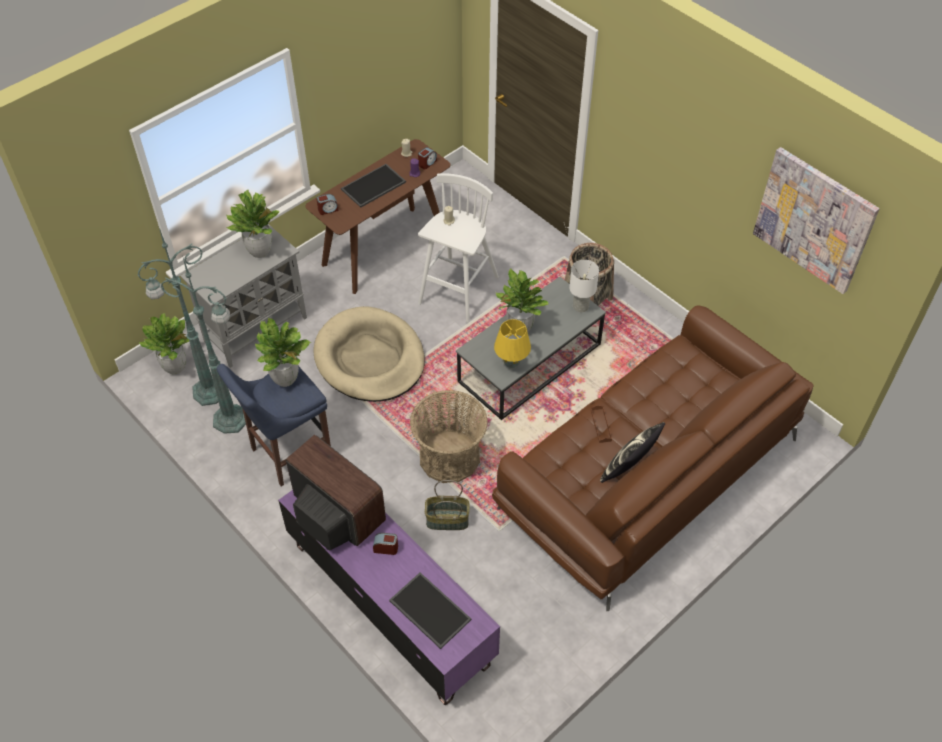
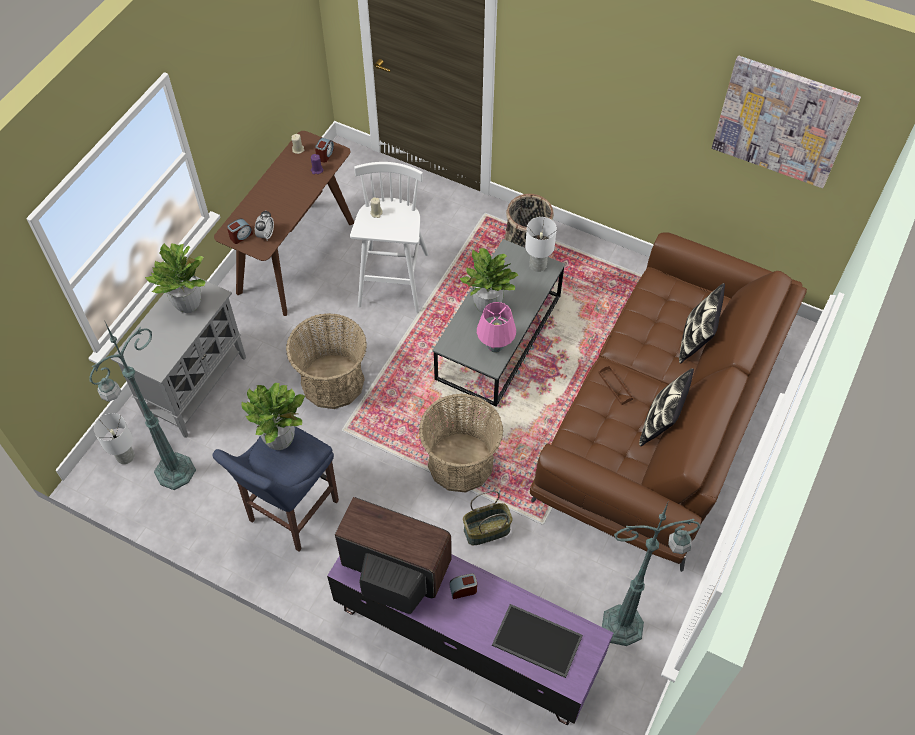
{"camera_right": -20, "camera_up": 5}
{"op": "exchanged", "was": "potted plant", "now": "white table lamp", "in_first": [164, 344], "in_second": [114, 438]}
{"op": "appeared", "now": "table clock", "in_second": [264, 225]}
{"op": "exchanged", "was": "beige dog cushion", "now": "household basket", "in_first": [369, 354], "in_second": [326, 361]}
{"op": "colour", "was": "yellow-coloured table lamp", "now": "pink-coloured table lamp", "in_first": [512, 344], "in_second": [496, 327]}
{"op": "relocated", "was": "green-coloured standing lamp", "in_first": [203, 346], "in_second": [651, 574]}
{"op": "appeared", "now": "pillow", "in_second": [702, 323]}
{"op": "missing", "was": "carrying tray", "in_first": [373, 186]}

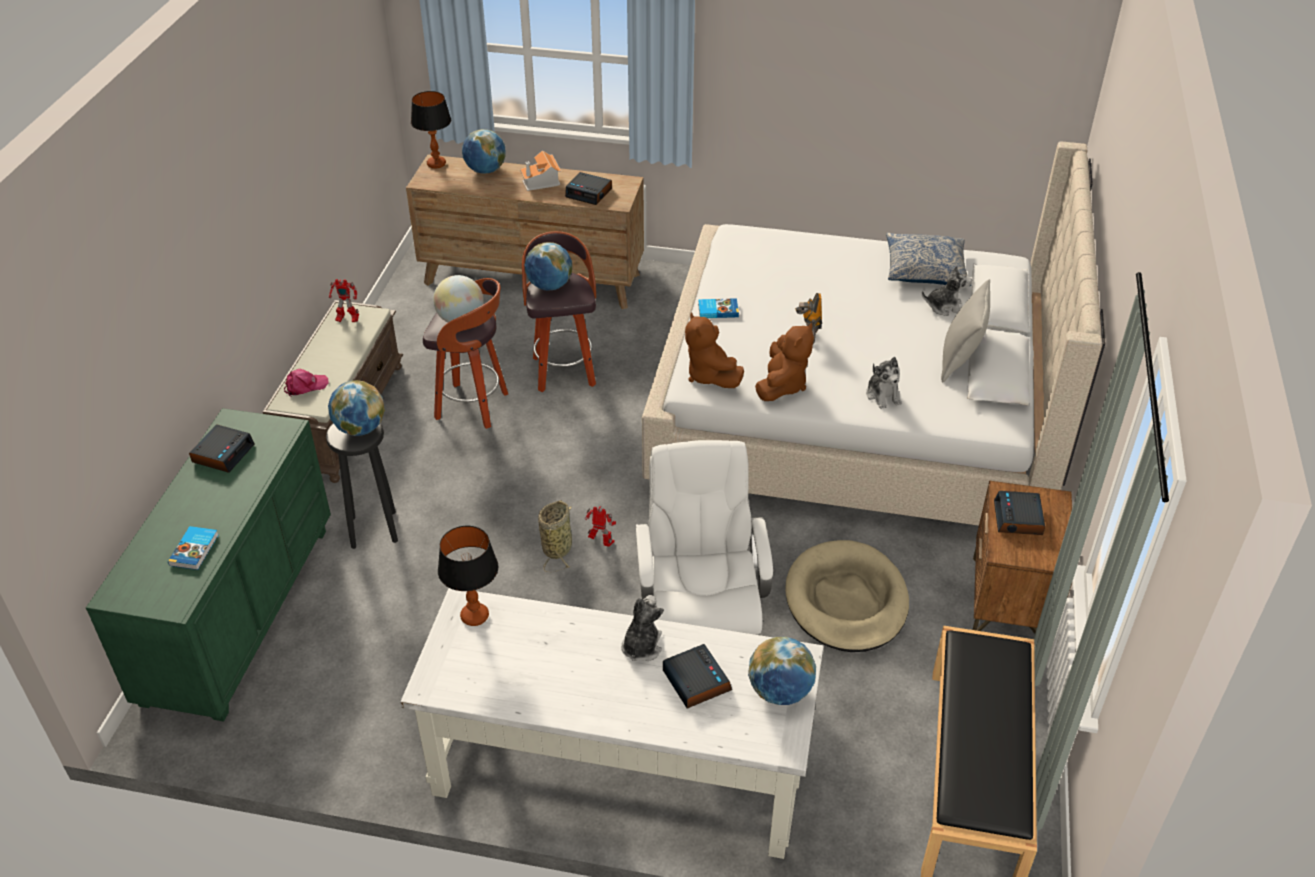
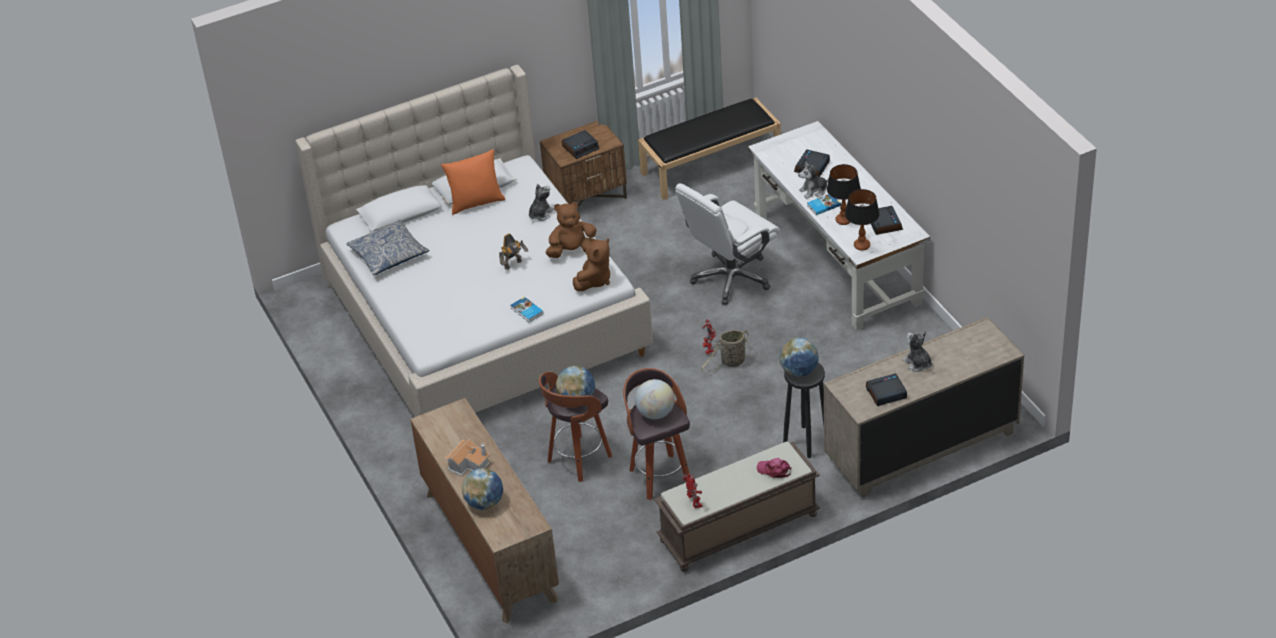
{"camera_right": -125, "camera_up": 0}
{"op": "colour", "was": "grey pillow", "now": "orange-coloured pillow", "in_first": [965, 330], "in_second": [473, 182]}
{"op": "relocated", "was": "book", "in_first": [193, 548], "in_second": [824, 204]}
{"op": "colour", "was": "green-coloured drawer chest", "now": "beige drawer chest", "in_first": [208, 565], "in_second": [924, 407]}
{"op": "relocated", "was": "table lamp", "in_first": [431, 129], "in_second": [844, 194]}
{"op": "relocated", "was": "table clock", "in_first": [588, 188], "in_second": [887, 220]}
{"op": "relocated", "was": "plush toy", "in_first": [947, 290], "in_second": [917, 351]}
{"op": "missing", "was": "world globe", "in_first": [782, 671]}
{"op": "missing", "was": "beige dog cushion", "in_first": [847, 596]}

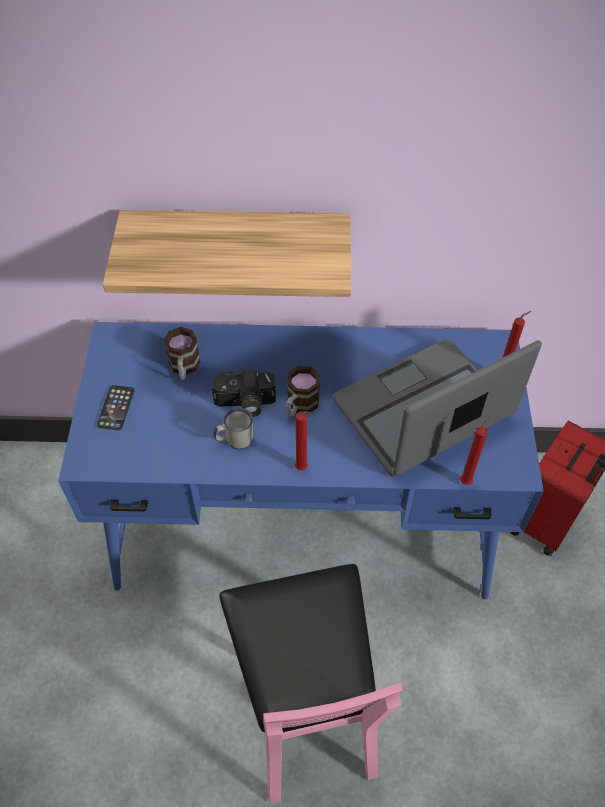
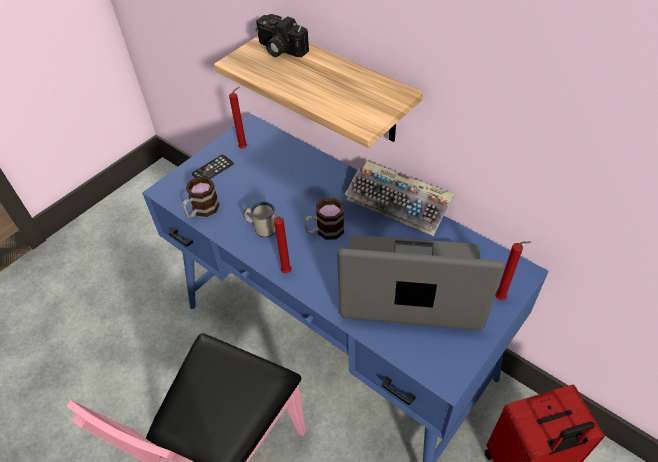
{"camera_right": 40, "camera_up": -5}
{"op": "relocated", "was": "coffee mug", "in_first": [182, 353], "in_second": [201, 197]}
{"op": "relocated", "was": "red-coloured wax candle", "in_first": [475, 451], "in_second": [238, 117]}
{"op": "relocated", "was": "photo camera", "in_first": [244, 393], "in_second": [282, 35]}
{"op": "appeared", "now": "keyboard", "in_second": [399, 198]}

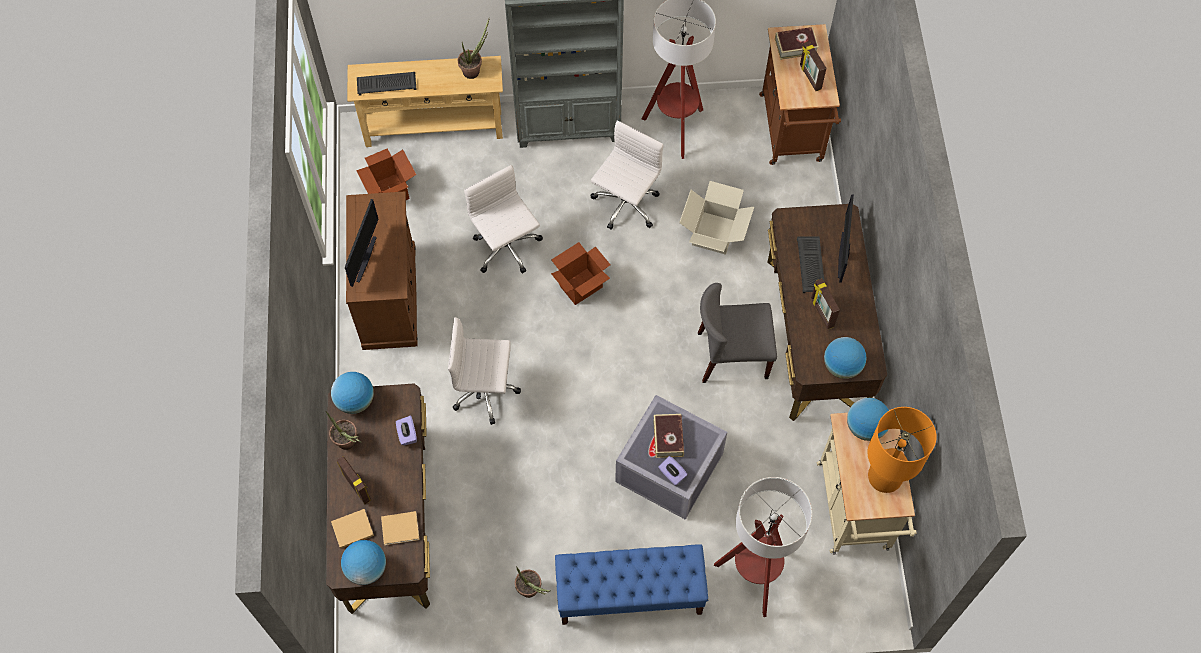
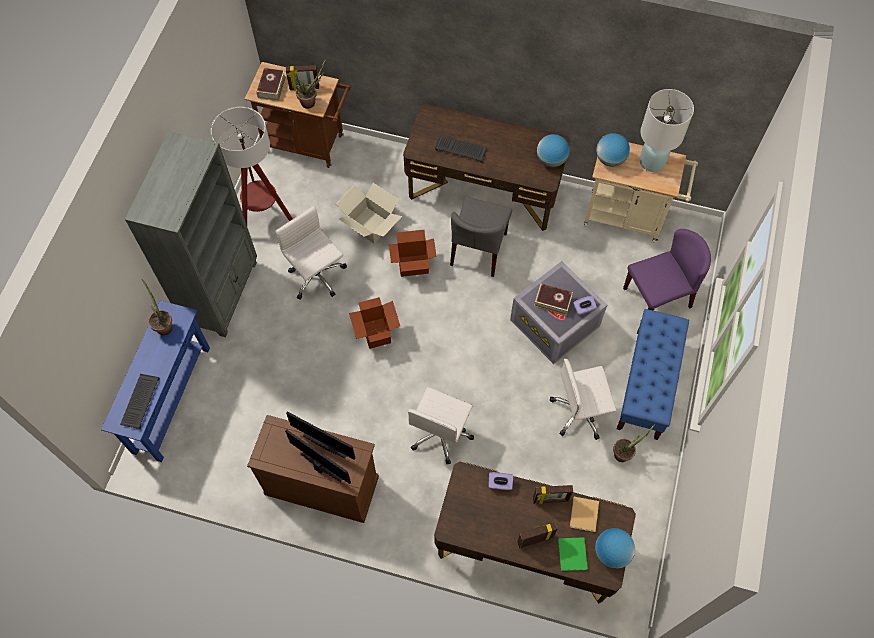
{"camera_right": -70, "camera_up": 0}
{"op": "colour", "was": "beige narrow table", "now": "bluish narrow table", "in_first": [425, 101], "in_second": [155, 381]}
{"op": "relocated", "was": "computer display", "in_first": [846, 238], "in_second": [320, 435]}
{"op": "relocated", "was": "potted plant", "in_first": [344, 430], "in_second": [310, 84]}
{"op": "relocated", "was": "packing box", "in_first": [386, 174], "in_second": [413, 253]}
{"op": "relocated", "was": "standing frame", "in_first": [825, 303], "in_second": [553, 494]}
{"op": "relocated", "was": "white computer chair", "in_first": [503, 219], "in_second": [583, 399]}
{"op": "colour", "was": "beige book", "now": "green-coloured book", "in_first": [352, 529], "in_second": [573, 554]}
{"op": "exchanged", "was": "standing lamp", "now": "purple-coloured upright chair", "in_first": [763, 547], "in_second": [667, 270]}
{"op": "colour", "was": "orange-coloured table lamp", "now": "white table lamp", "in_first": [902, 450], "in_second": [667, 130]}
{"op": "missing", "was": "world globe", "in_first": [352, 393]}

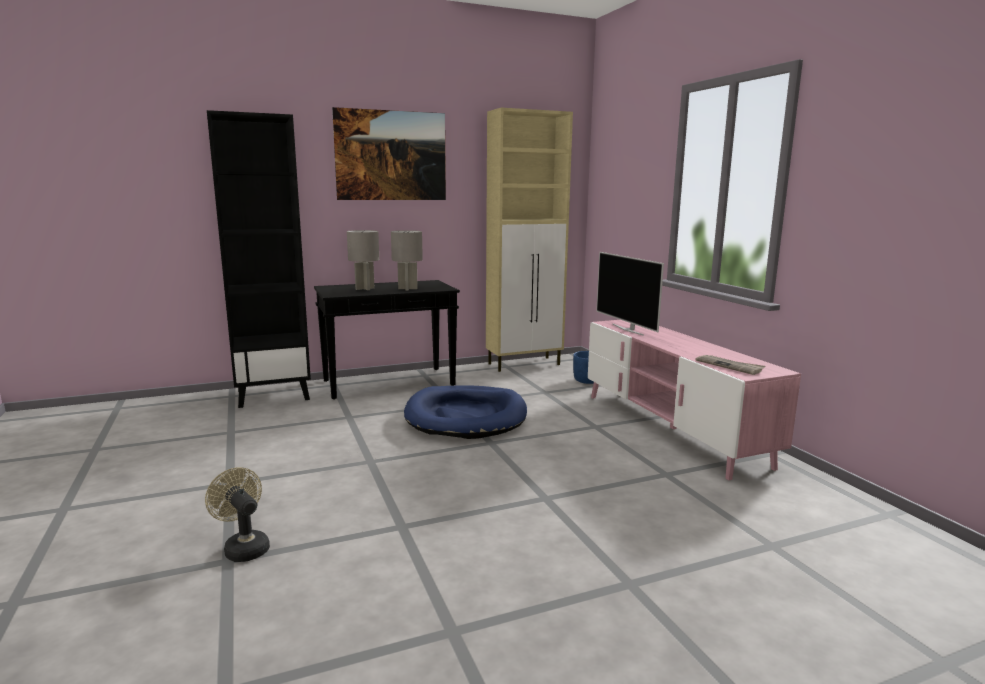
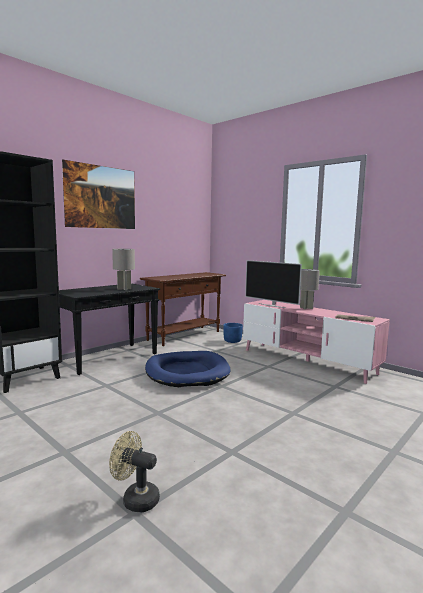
{"camera_right": -25, "camera_up": -5}
{"op": "exchanged", "was": "beige cabinet", "now": "brown-coloured narrow table", "in_first": [529, 240], "in_second": [183, 309]}
{"op": "relocated", "was": "grey table lamp", "in_first": [363, 260], "in_second": [310, 289]}

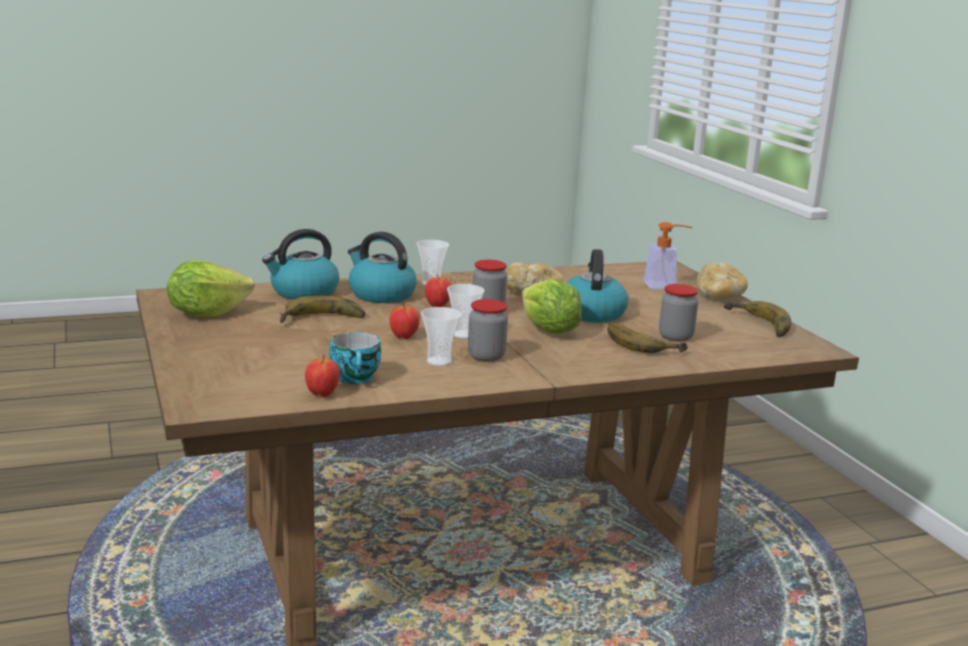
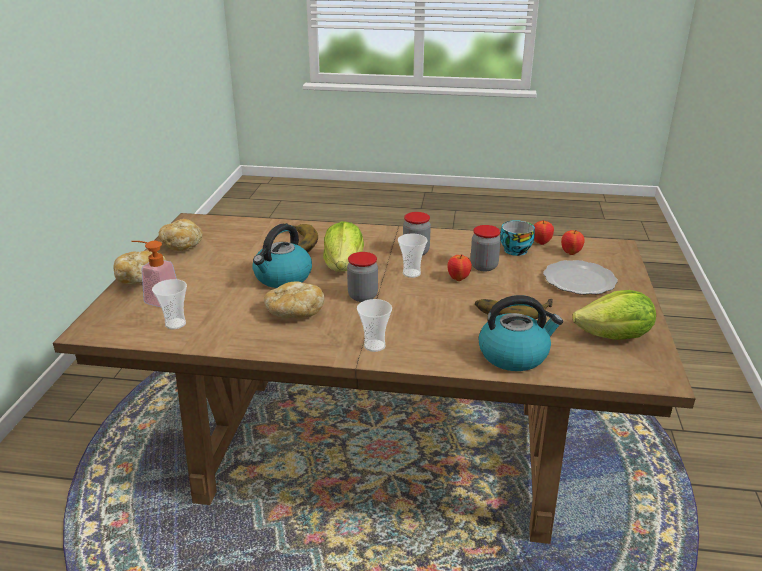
{"camera_right": -150, "camera_up": 10}
{"op": "relocated", "was": "small cup", "in_first": [441, 336], "in_second": [169, 304]}
{"op": "exchanged", "was": "whole banana", "now": "baked bread", "in_first": [757, 319], "in_second": [181, 235]}
{"op": "relocated", "was": "preserve jar", "in_first": [678, 313], "in_second": [486, 248]}
{"op": "appeared", "now": "flat dish", "in_second": [580, 277]}
{"op": "relocated", "was": "whole apple", "in_first": [438, 290], "in_second": [573, 242]}
{"op": "missing", "was": "tea kettle", "in_first": [382, 267]}

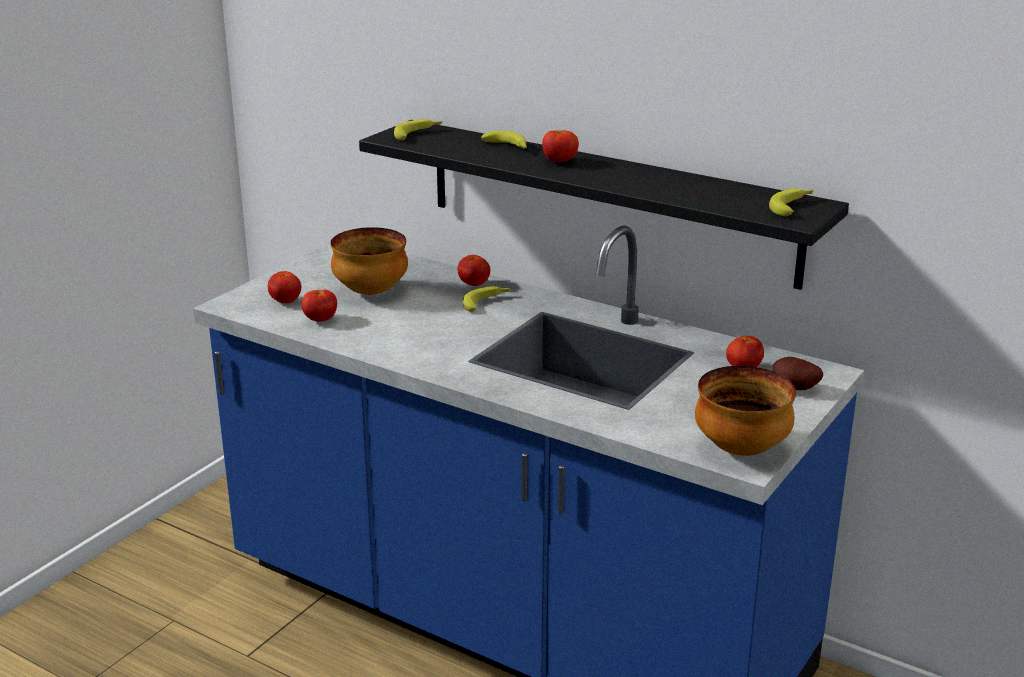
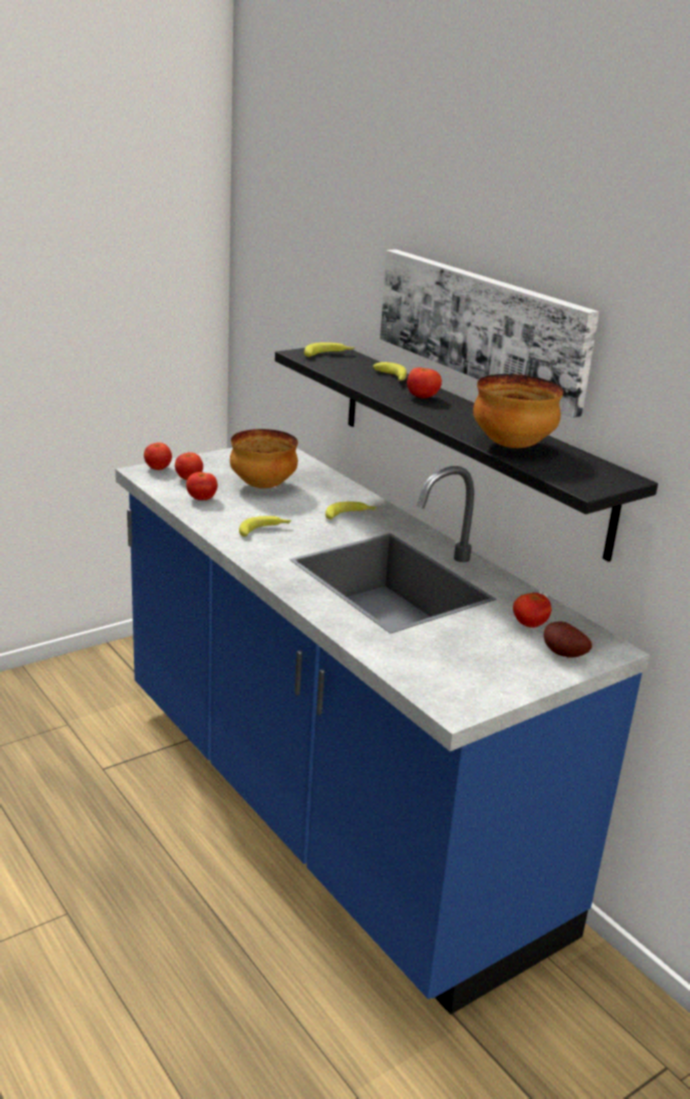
{"camera_right": 20, "camera_up": 0}
{"op": "relocated", "was": "whole tomato", "in_first": [474, 270], "in_second": [158, 456]}
{"op": "relocated", "was": "whole banana", "in_first": [791, 202], "in_second": [265, 526]}
{"op": "appeared", "now": "picture", "in_second": [489, 333]}
{"op": "relocated", "was": "serving bowl", "in_first": [745, 411], "in_second": [518, 411]}

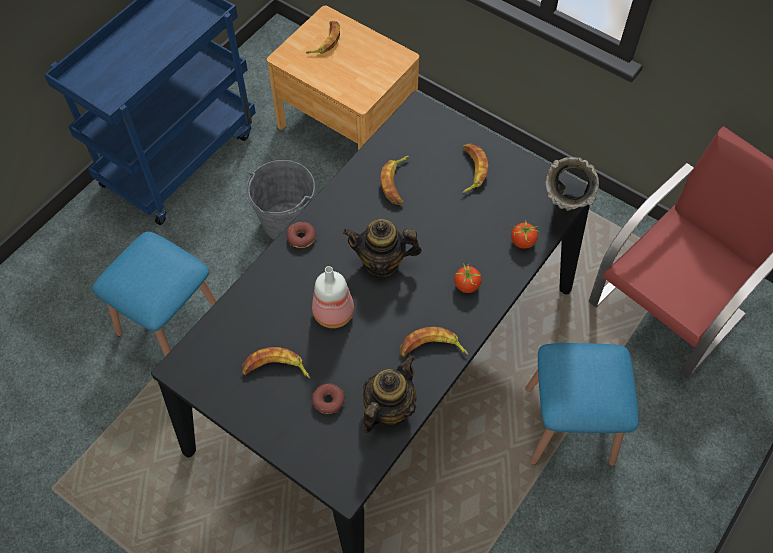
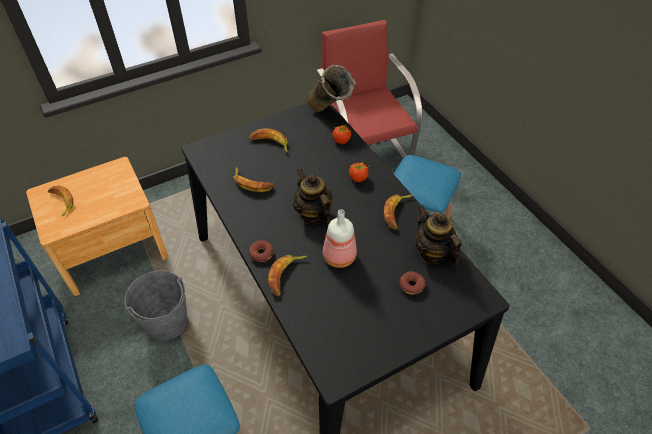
{"camera_right": -65, "camera_up": -10}
{"op": "relocated", "was": "whole banana", "in_first": [276, 363], "in_second": [287, 275]}
{"op": "spun", "was": "tea pot", "in_first": [382, 247], "in_second": [312, 196], "clockwise": 120}

